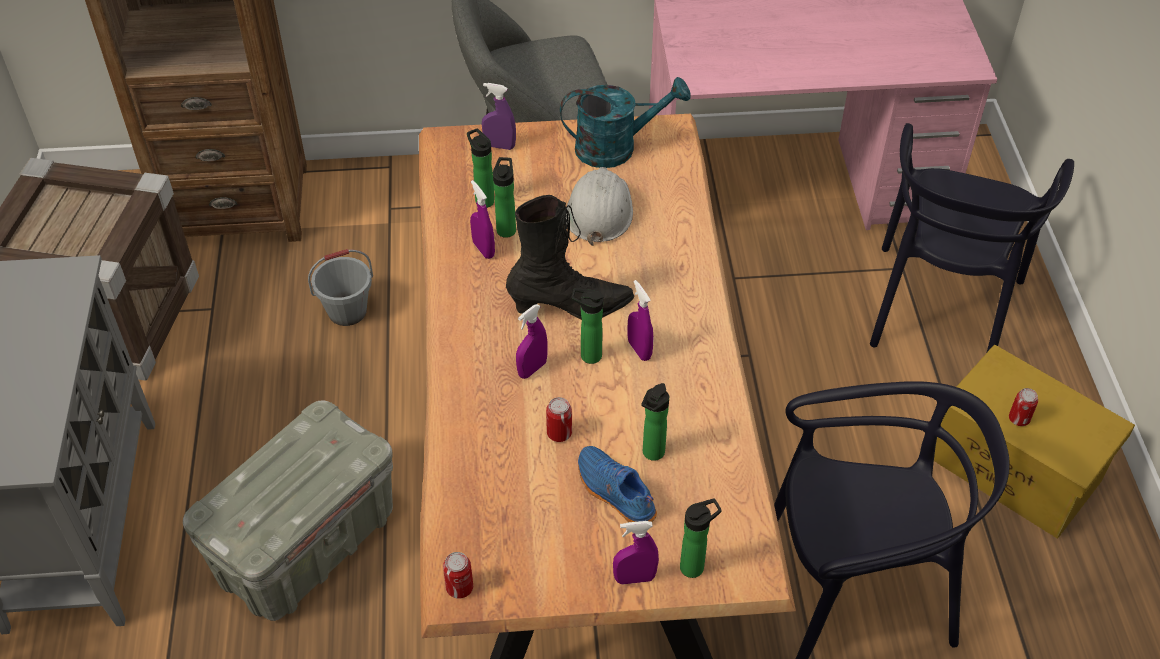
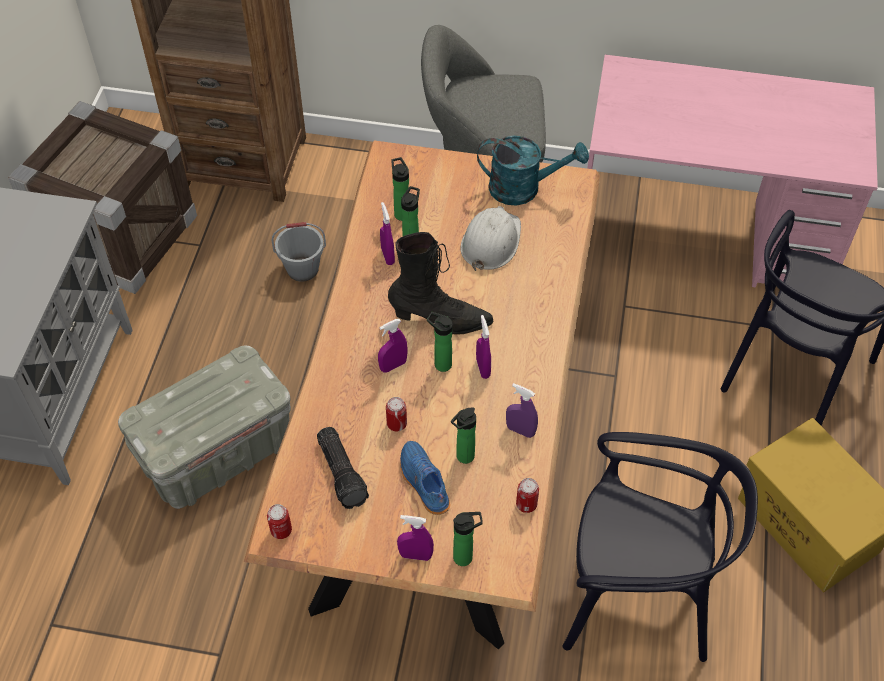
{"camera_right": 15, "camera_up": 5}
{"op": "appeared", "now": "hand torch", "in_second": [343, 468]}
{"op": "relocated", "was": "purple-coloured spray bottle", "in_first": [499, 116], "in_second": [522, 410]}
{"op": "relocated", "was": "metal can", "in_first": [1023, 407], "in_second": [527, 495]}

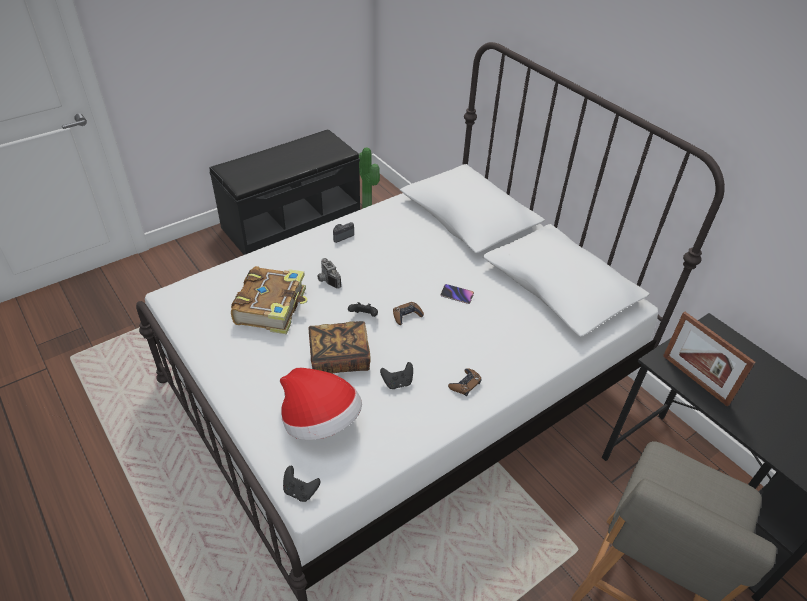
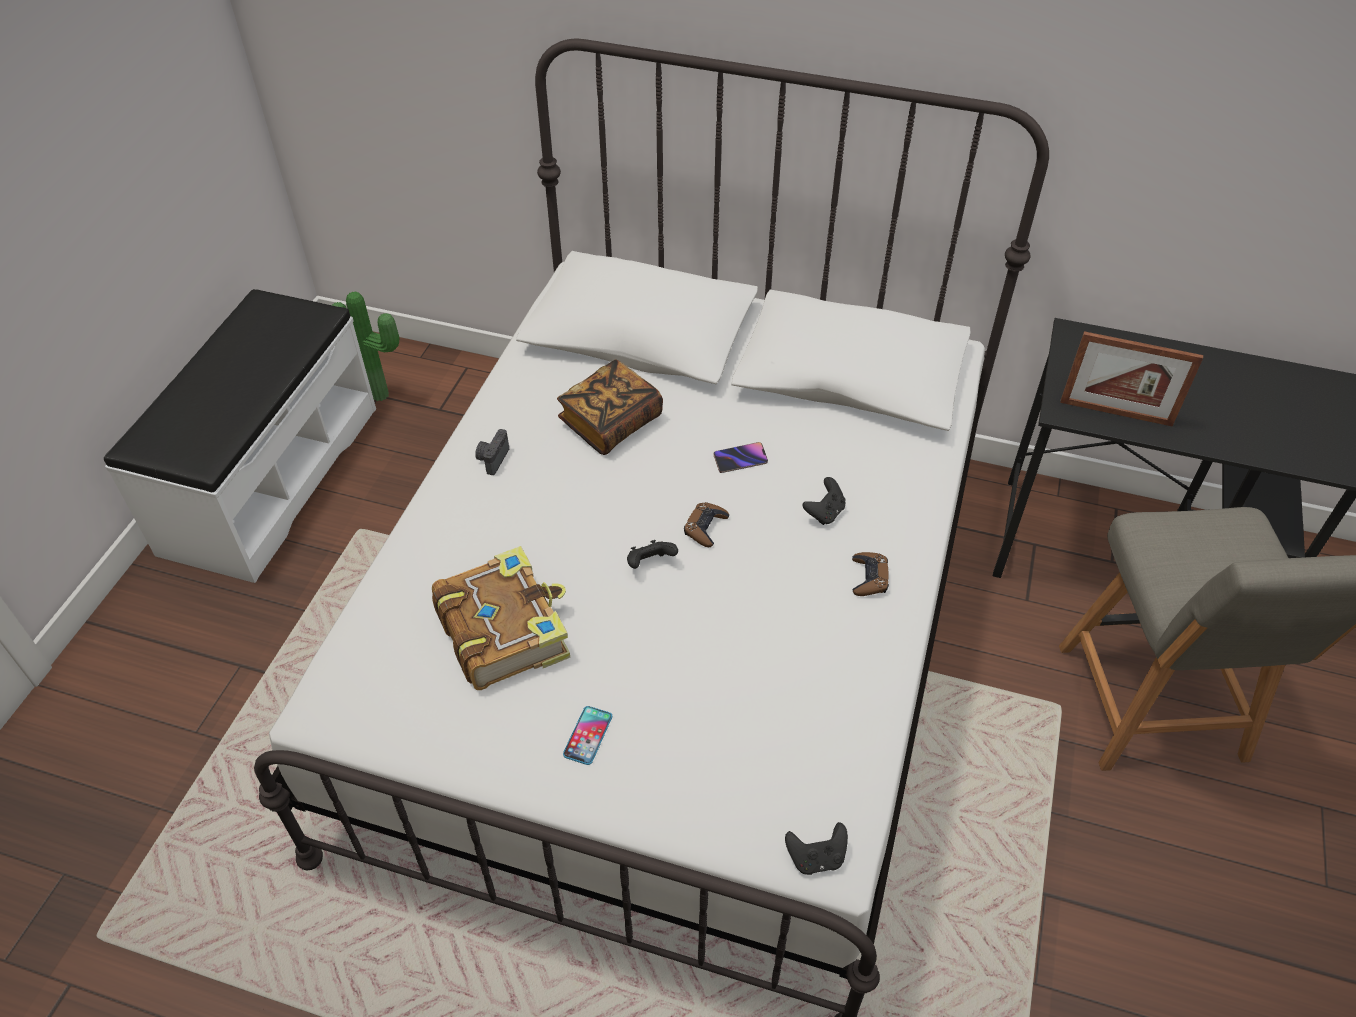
{"camera_right": -35, "camera_up": 5}
{"op": "colour", "was": "black bench", "now": "white bench", "in_first": [285, 192], "in_second": [240, 436]}
{"op": "relocated", "was": "book", "in_first": [340, 347], "in_second": [610, 407]}
{"op": "appeared", "now": "telephone", "in_second": [587, 735]}
{"op": "relocated", "was": "black game controller", "in_first": [396, 375], "in_second": [824, 501]}
{"op": "missing", "was": "wearable hat", "in_first": [321, 404]}
{"op": "missing", "was": "photo camera", "in_first": [329, 273]}

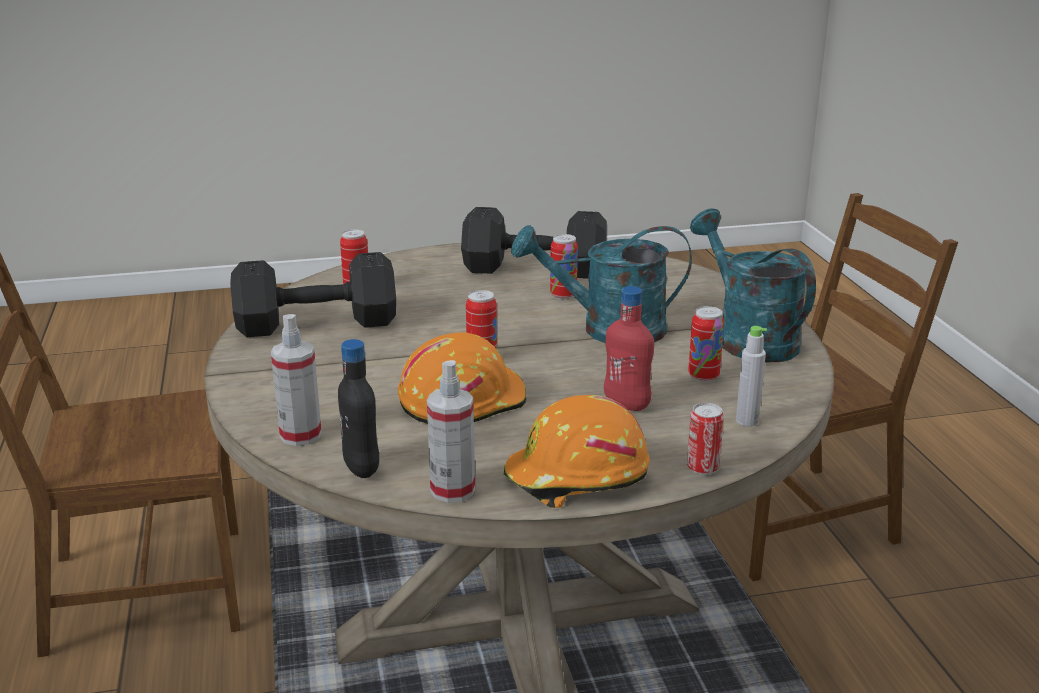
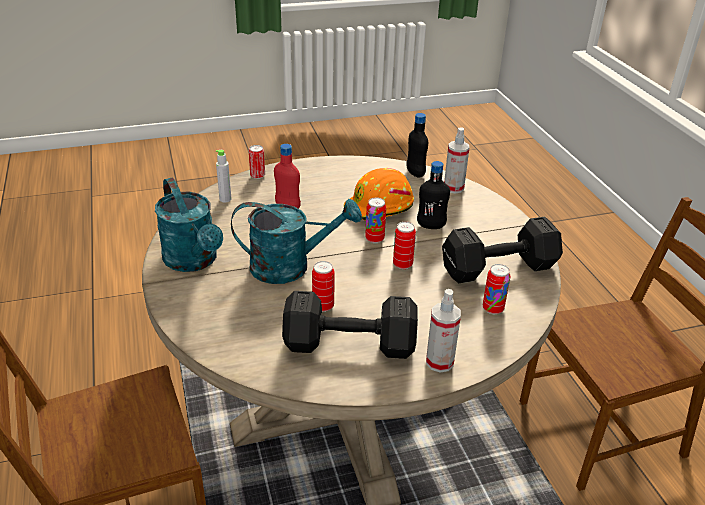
{"camera_right": 175, "camera_up": 10}
{"op": "relocated", "was": "metal can", "in_first": [706, 344], "in_second": [404, 245]}
{"op": "appeared", "now": "black drink bottle", "in_second": [433, 195]}
{"op": "relocated", "was": "spray bottle", "in_first": [451, 431], "in_second": [443, 330]}
{"op": "missing", "was": "orange-coloured hard hat", "in_first": [576, 451]}

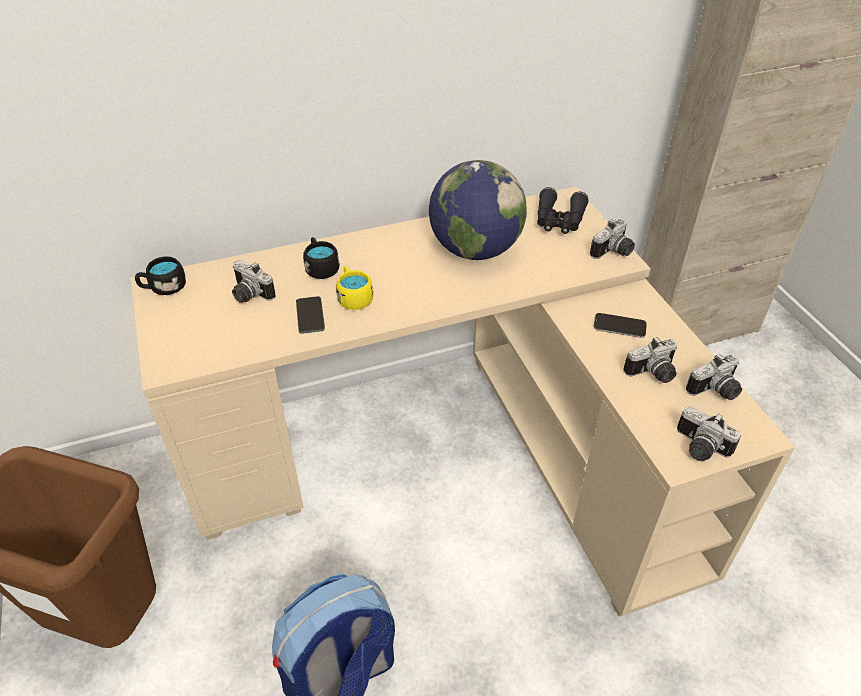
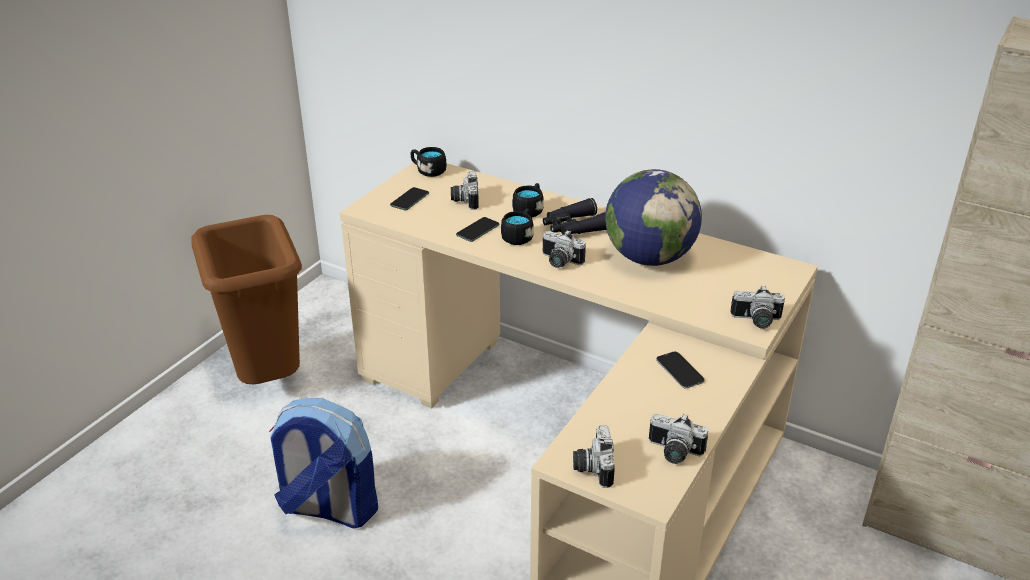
{"camera_right": 50, "camera_up": -10}
{"op": "appeared", "now": "telephone", "in_second": [409, 198]}
{"op": "colour", "was": "yellow-coloured coffee mug", "now": "black coffee mug", "in_first": [354, 288], "in_second": [517, 227]}
{"op": "relocated", "was": "photo camera", "in_first": [650, 360], "in_second": [564, 249]}
{"op": "relocated", "was": "black binoculars", "in_first": [563, 210], "in_second": [575, 216]}

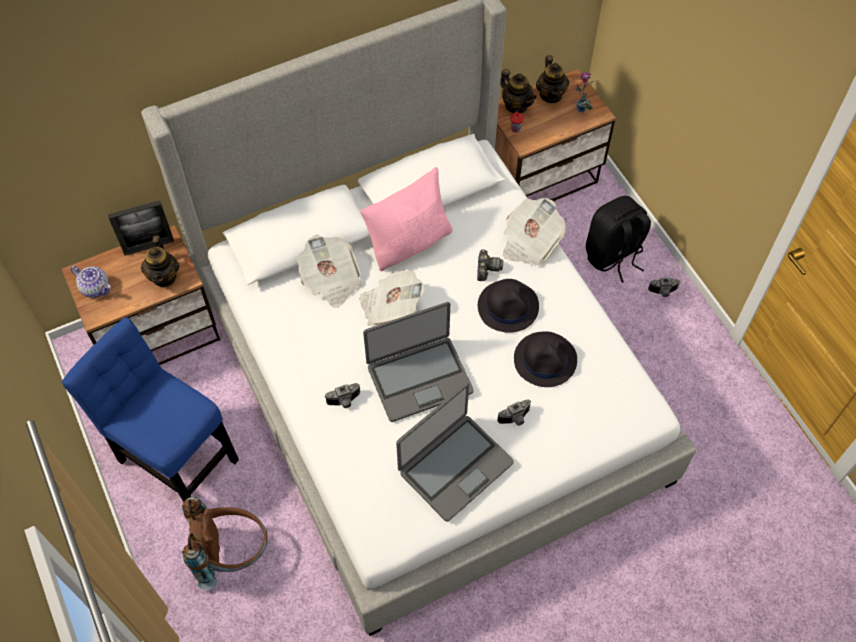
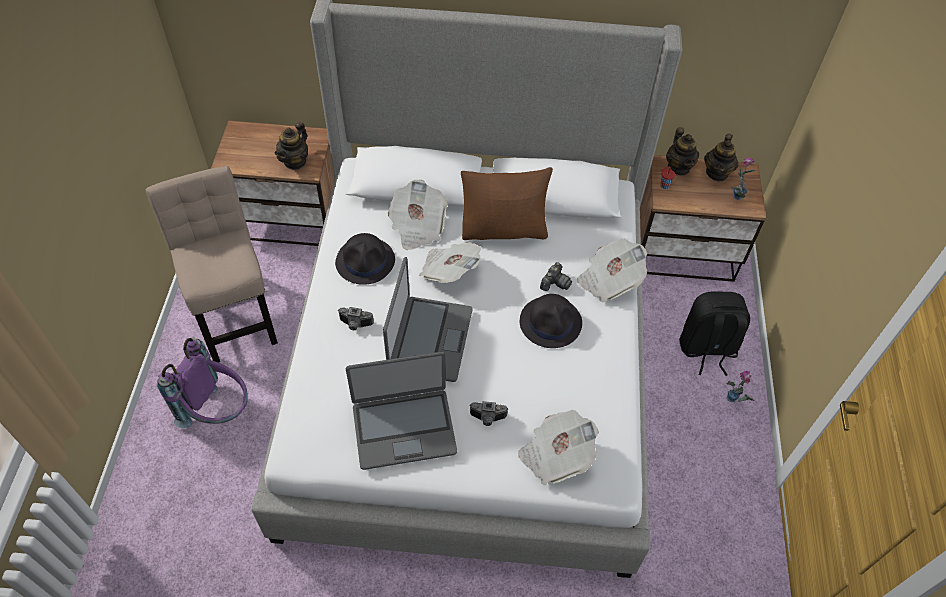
{"camera_right": 30, "camera_up": -5}
{"op": "colour", "was": "bluish upright chair", "now": "beige upright chair", "in_first": [150, 409], "in_second": [212, 264]}
{"op": "colour", "was": "brown-coloured knapsack", "now": "purple-coloured knapsack", "in_first": [225, 543], "in_second": [202, 383]}
{"op": "relocated", "was": "black wearable hat", "in_first": [545, 359], "in_second": [365, 259]}
{"op": "spun", "was": "laptop", "in_first": [418, 362], "in_second": [427, 319], "clockwise": -90}
{"op": "colour", "was": "pink-coloured pillow", "now": "brown-coloured pillow", "in_first": [406, 219], "in_second": [507, 203]}
{"op": "appeared", "now": "newspaper", "in_second": [558, 447]}
{"op": "exchanged", "was": "photo camera", "now": "flower vase", "in_first": [664, 287], "in_second": [740, 386]}
{"op": "missing", "was": "tea pot", "in_first": [90, 282]}
{"op": "missing", "was": "standing frame", "in_first": [141, 228]}

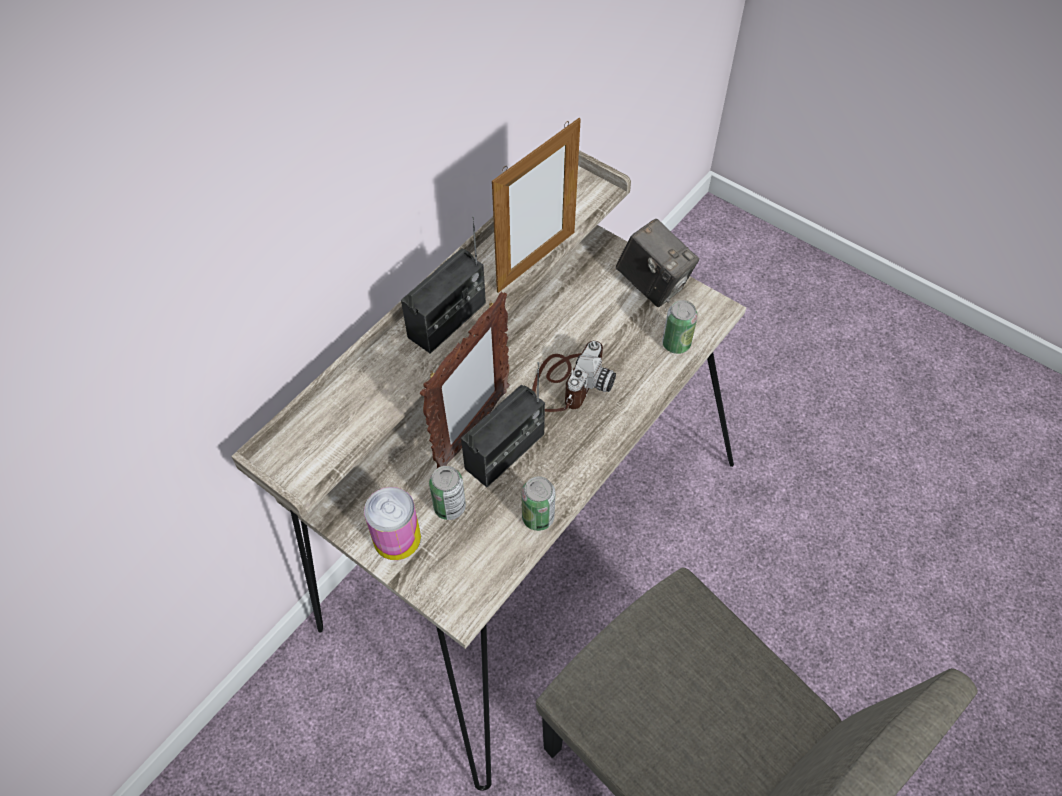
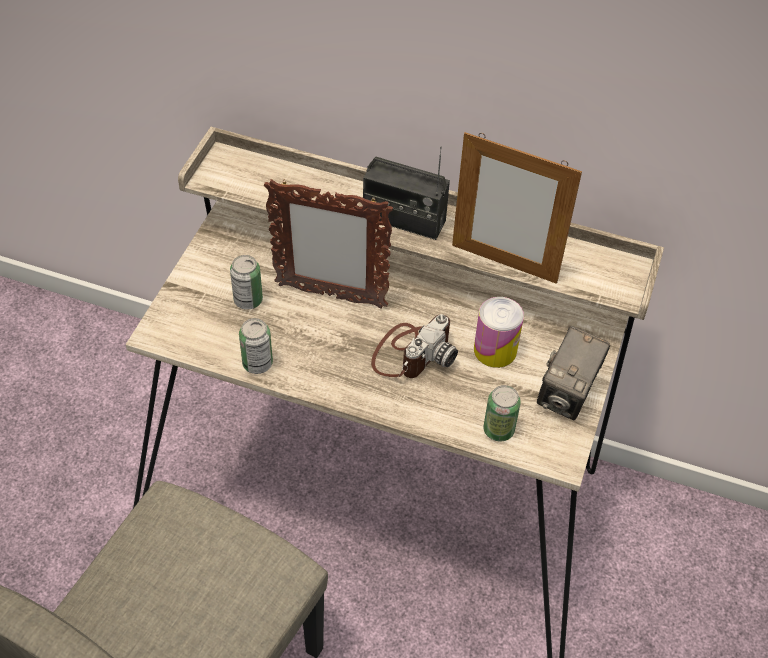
{"camera_right": 70, "camera_up": -5}
{"op": "spun", "was": "photo camera", "in_first": [574, 376], "in_second": [414, 346], "clockwise": -60}
{"op": "relocated", "was": "metal can", "in_first": [392, 523], "in_second": [499, 332]}
{"op": "missing", "was": "radio receiver", "in_first": [503, 424]}

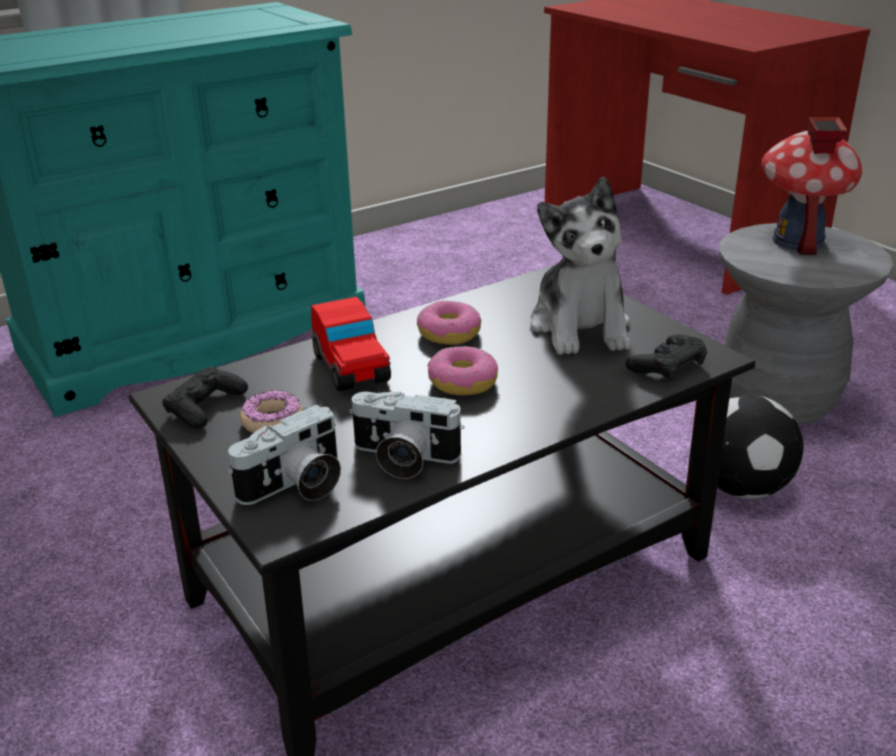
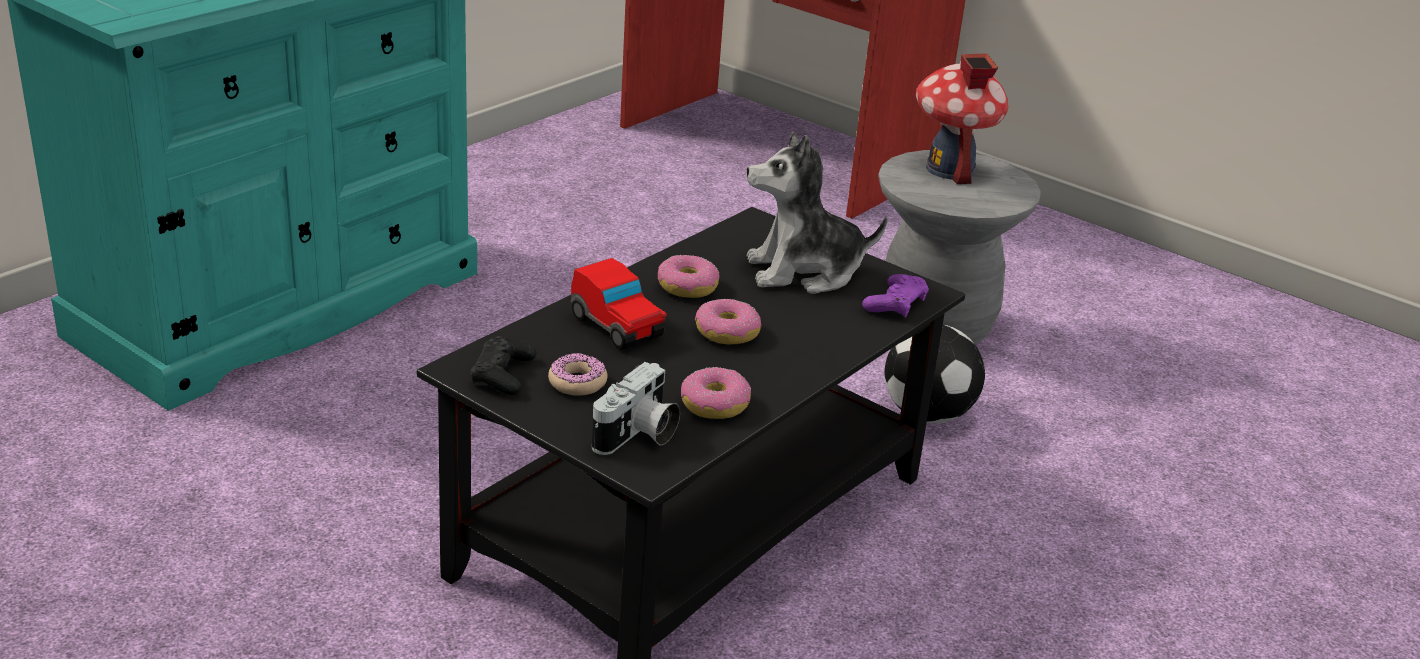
{"camera_right": -20, "camera_up": 0}
{"op": "exchanged", "was": "photo camera", "now": "donut", "in_first": [406, 435], "in_second": [716, 393]}
{"op": "spun", "was": "plush toy", "in_first": [580, 266], "in_second": [817, 212], "clockwise": 105}
{"op": "colour", "was": "black game controller", "now": "purple-coloured game controller", "in_first": [666, 358], "in_second": [895, 296]}

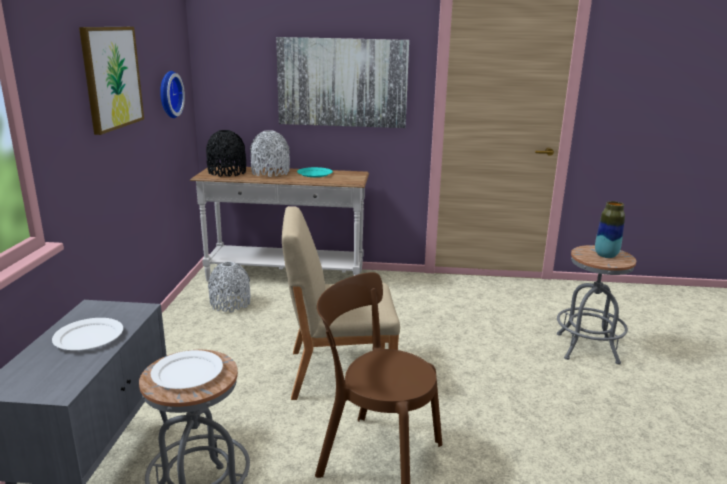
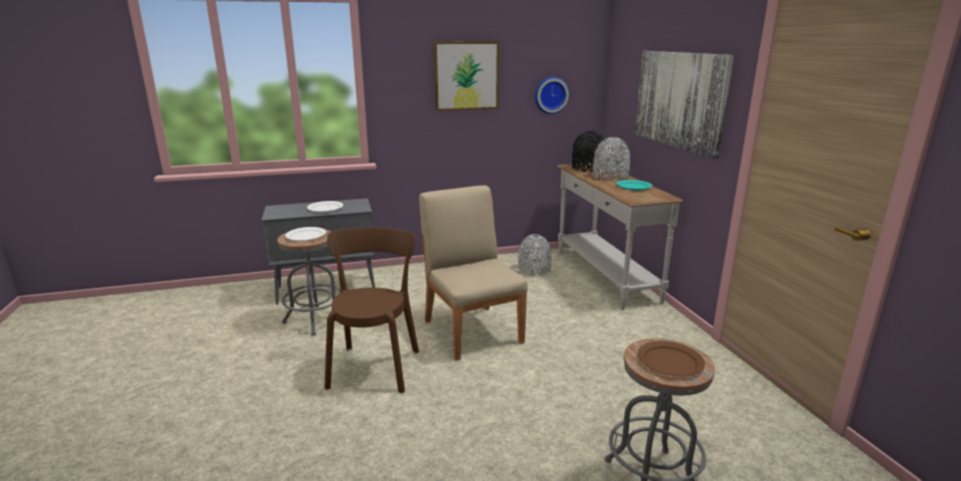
{"camera_right": 70, "camera_up": 0}
{"op": "exchanged", "was": "flower vase", "now": "brown-coloured flat dish", "in_first": [610, 229], "in_second": [671, 358]}

